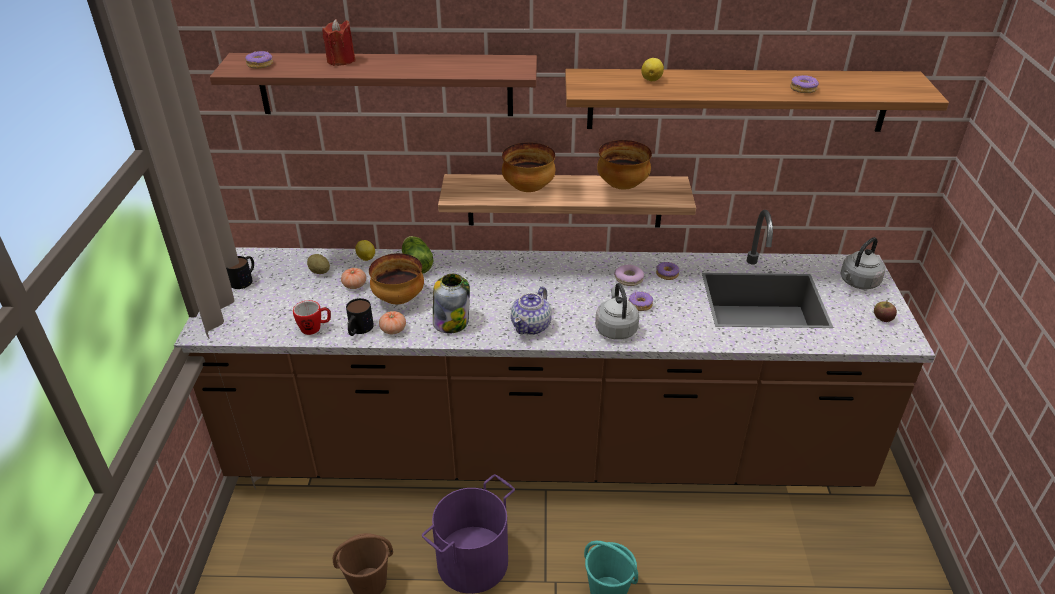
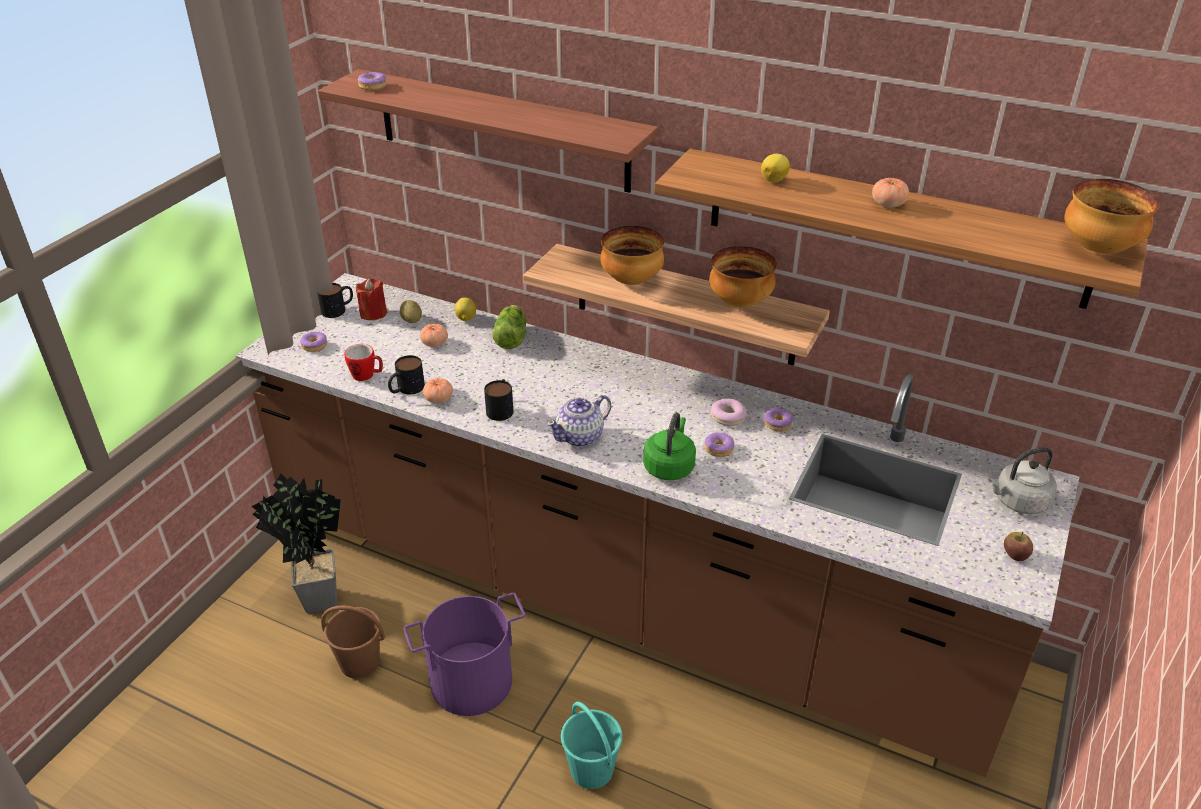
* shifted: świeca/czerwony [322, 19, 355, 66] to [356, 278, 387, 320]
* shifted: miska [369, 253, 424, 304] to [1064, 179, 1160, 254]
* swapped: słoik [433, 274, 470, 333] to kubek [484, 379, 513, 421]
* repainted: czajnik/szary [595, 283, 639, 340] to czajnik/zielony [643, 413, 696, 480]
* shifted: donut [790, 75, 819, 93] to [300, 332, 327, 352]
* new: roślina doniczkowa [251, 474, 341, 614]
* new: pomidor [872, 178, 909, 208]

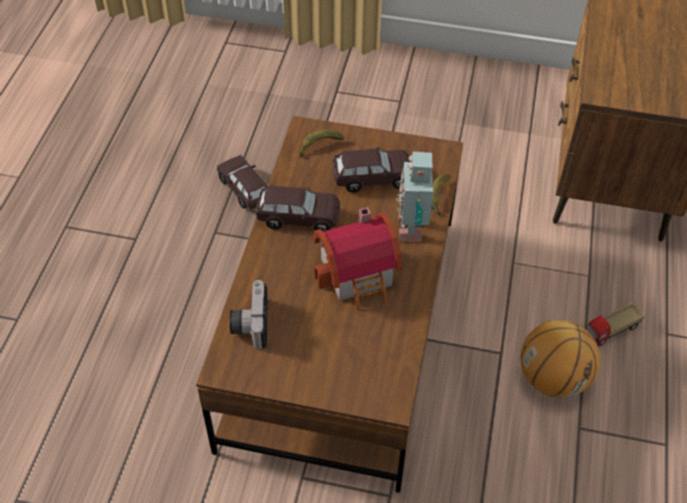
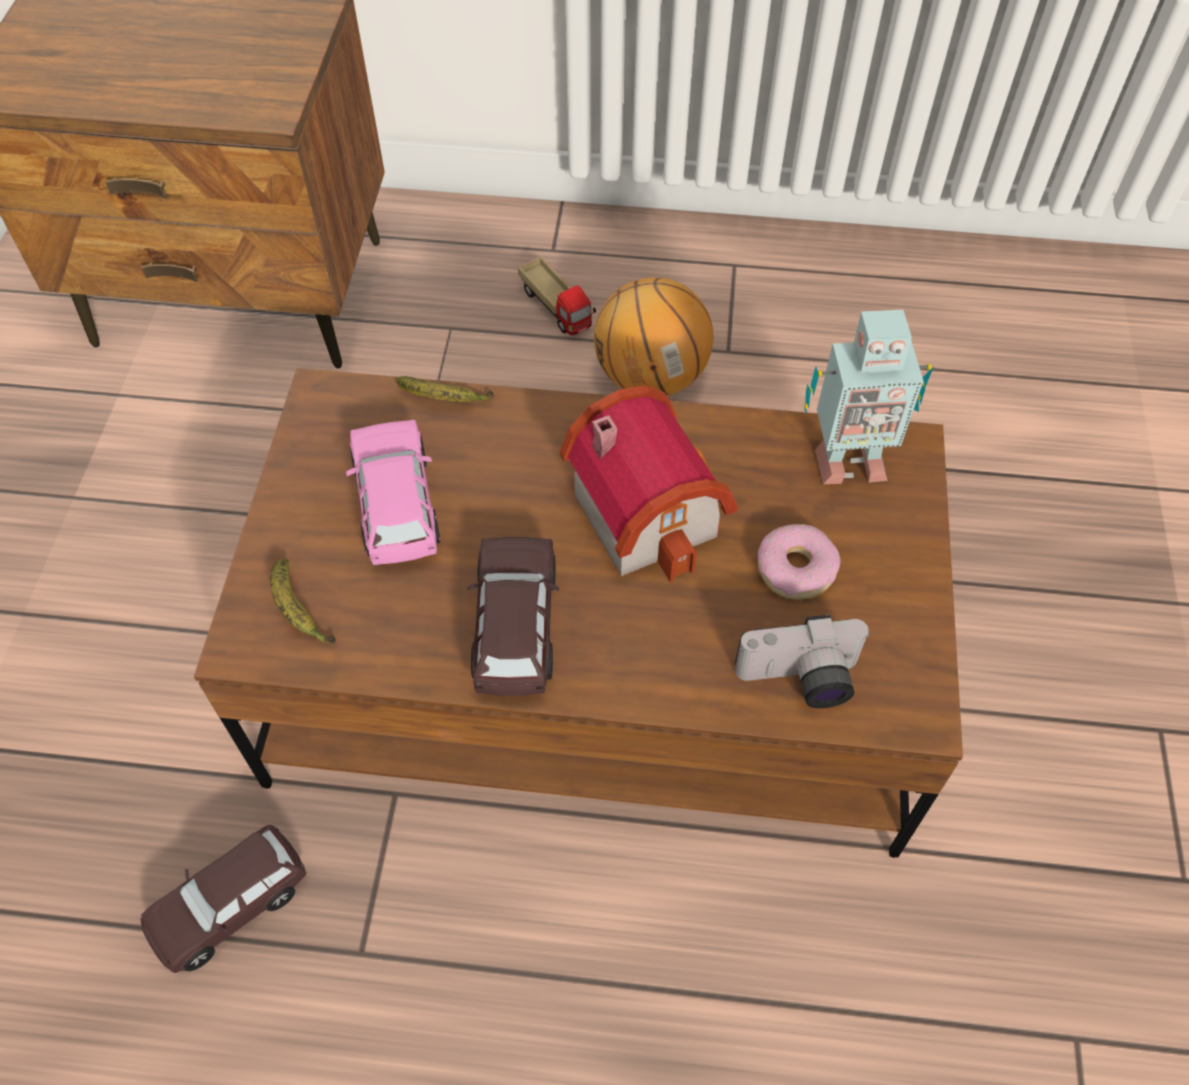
* repainted: samochodzik/brązowy [333, 147, 410, 193] to samochodzik/różowy [346, 420, 441, 565]
* shifted: robot zabawkowy [397, 151, 436, 242] to [804, 310, 933, 484]
* new: donut [757, 524, 841, 600]

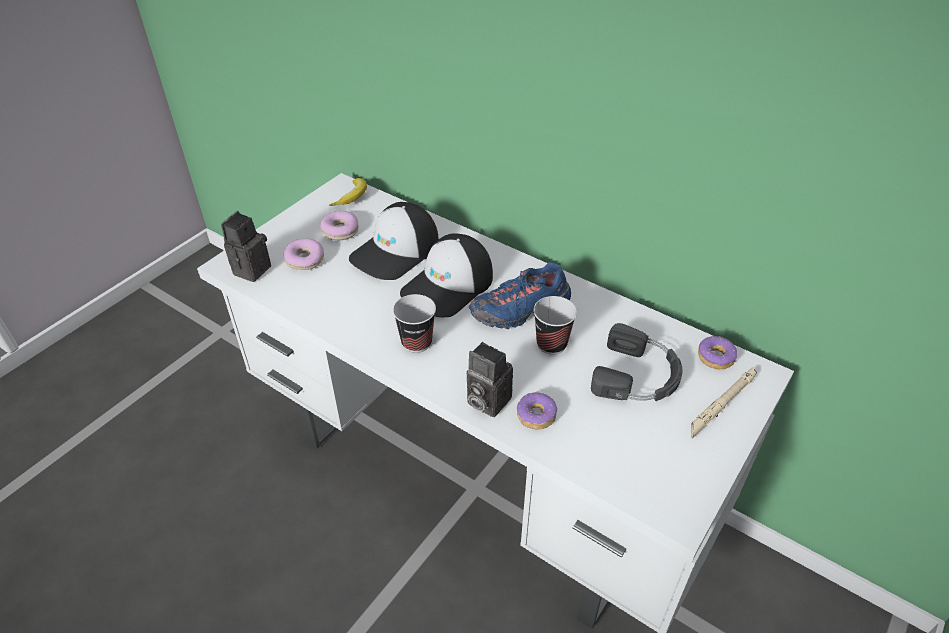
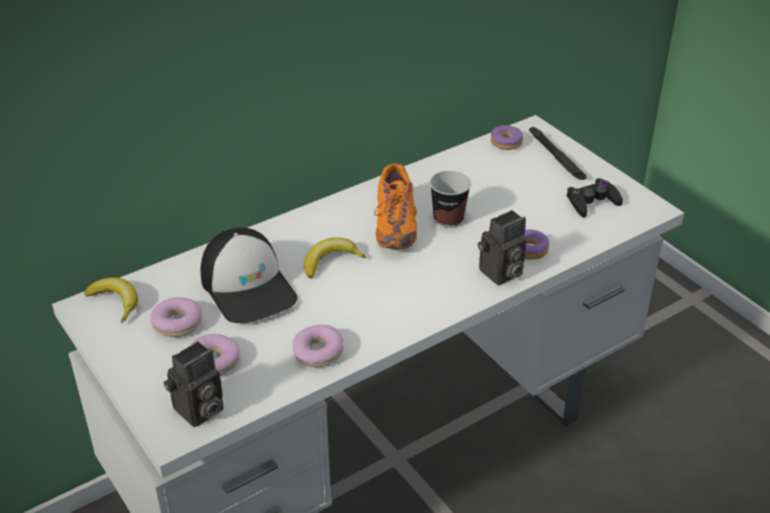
* rotated: aparat fotograficzny [221, 211, 271, 282] = [163, 341, 223, 427] 90 degrees counterclockwise
* gone: filiżanka [393, 294, 436, 353]
* swapped: czapka z daszkiem [400, 234, 493, 317] to banan [304, 237, 366, 278]
* repainted: but/niebieski [469, 262, 571, 329] to but/pomarańczowy [374, 163, 417, 250]
* gone: słuchawki/czarny [591, 323, 683, 401]
* repainted: latarka/beżowy [691, 368, 757, 438] to latarka/czarny [529, 127, 587, 180]
* new: donut [292, 325, 344, 367]
* new: pad do gier/czarny [567, 178, 623, 217]

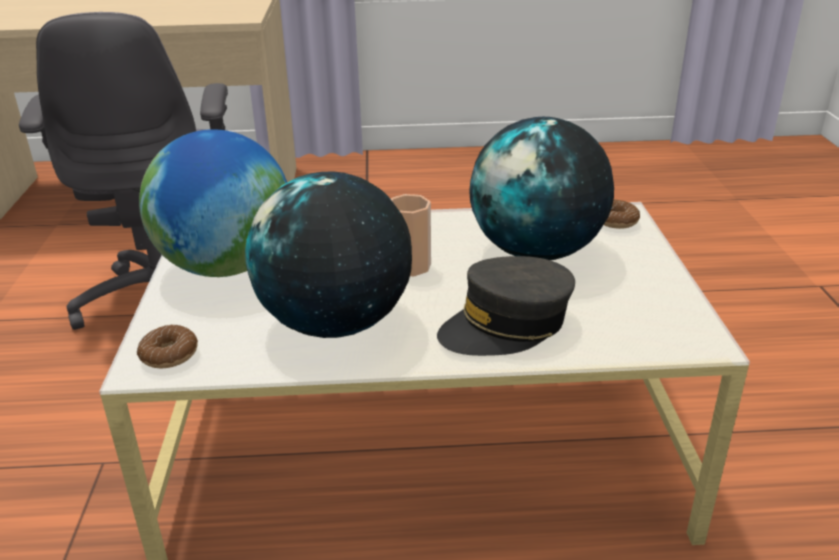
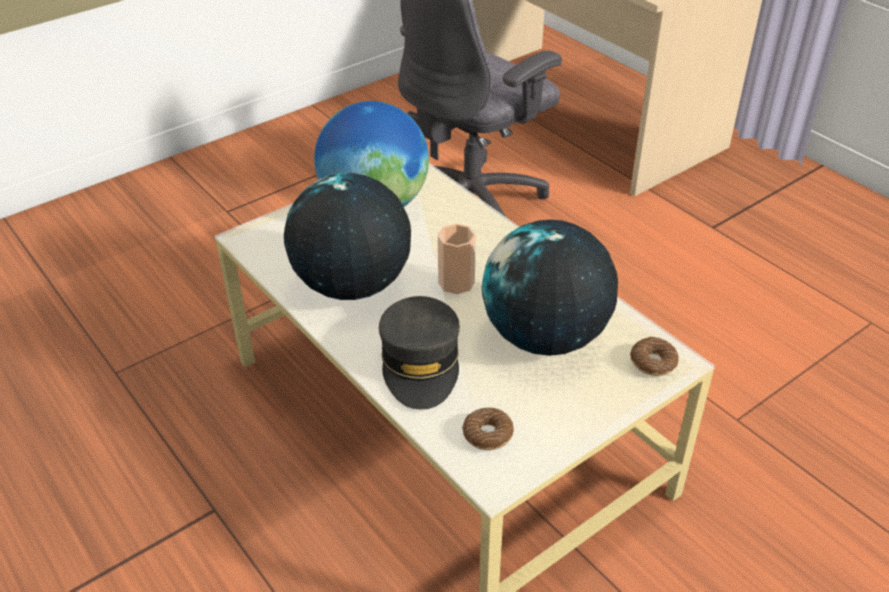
* shifted: donut [137, 325, 198, 368] to [462, 407, 514, 450]
* rotated: czapka z daszkiem/szary [437, 256, 575, 356] = [379, 296, 460, 409] 120 degrees counterclockwise

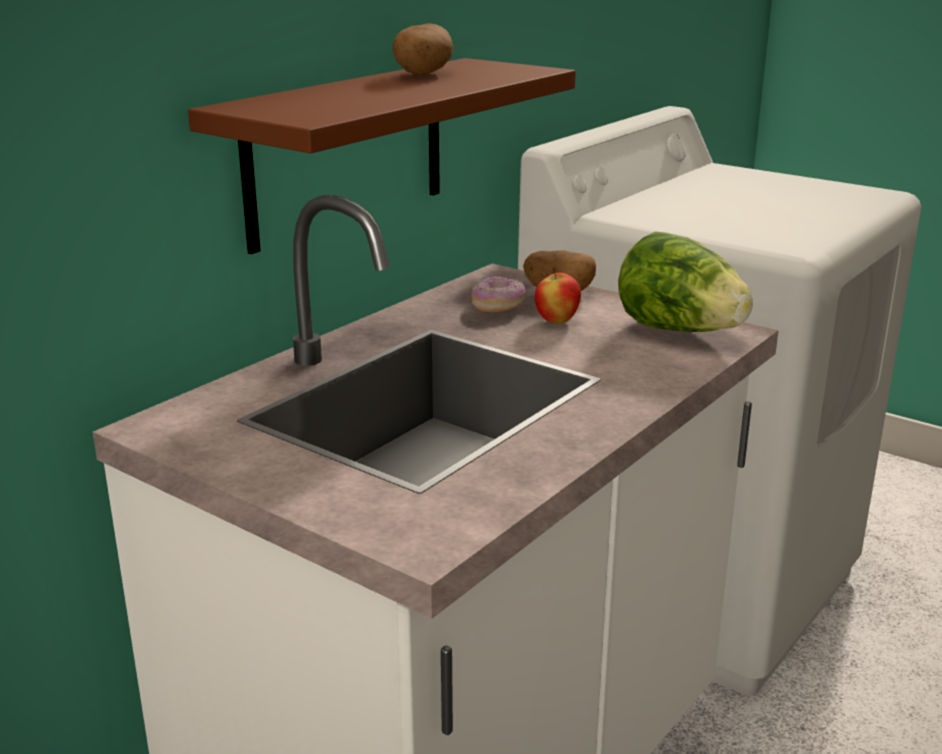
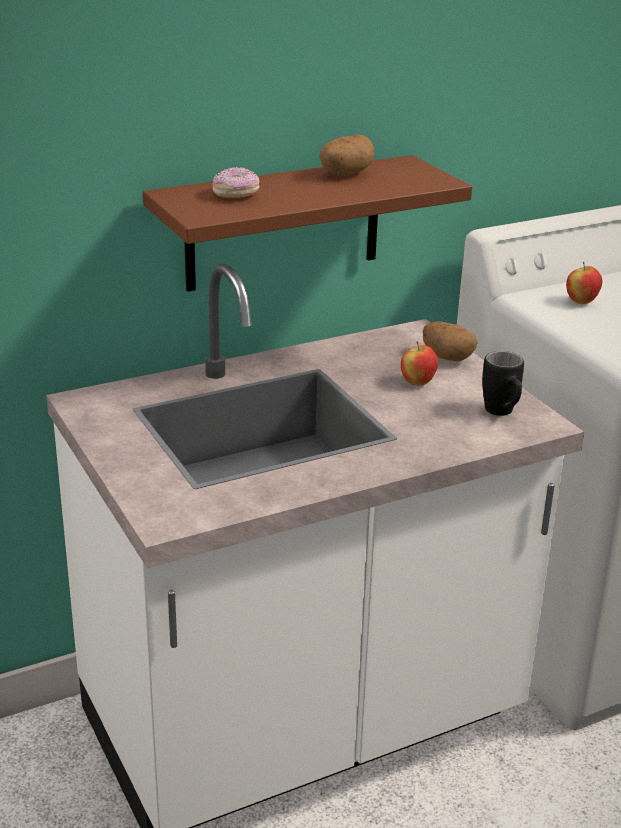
* shifted: donut [472, 276, 525, 312] to [213, 167, 259, 198]
* swapped: sałata [618, 231, 753, 332] to kubek/czarny [482, 351, 524, 416]
* new: jabłko [566, 262, 602, 304]

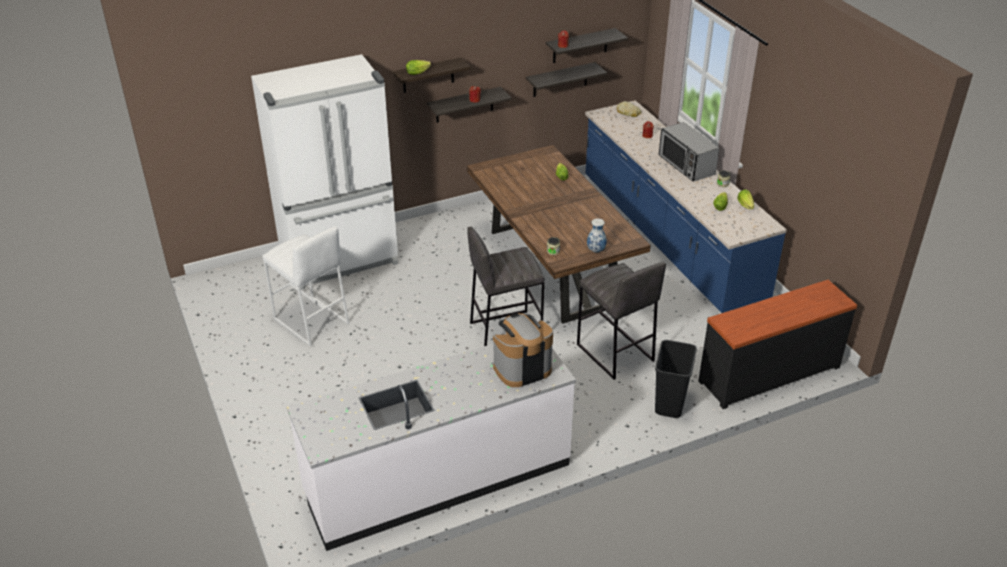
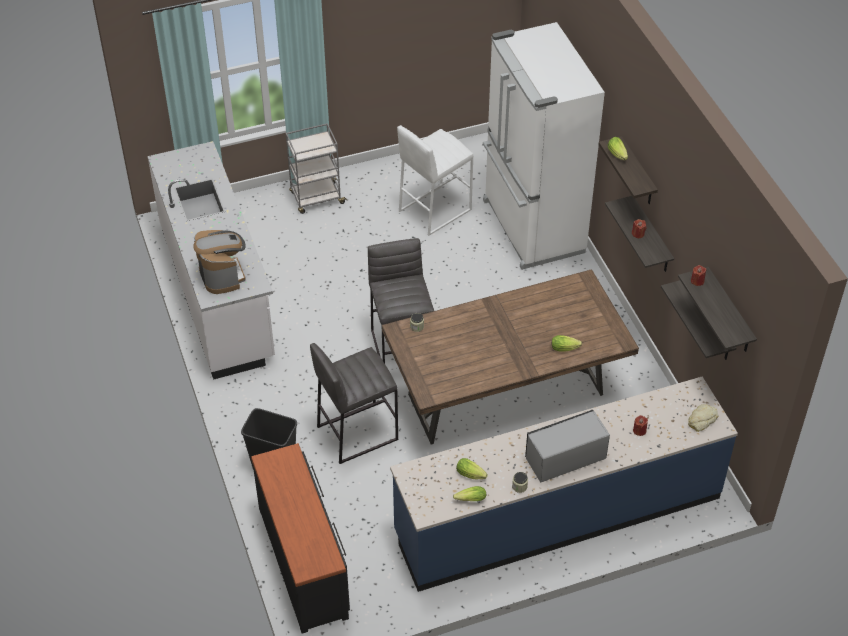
* gone: wazon [587, 218, 607, 253]
* new: wózek/szary [286, 123, 347, 214]

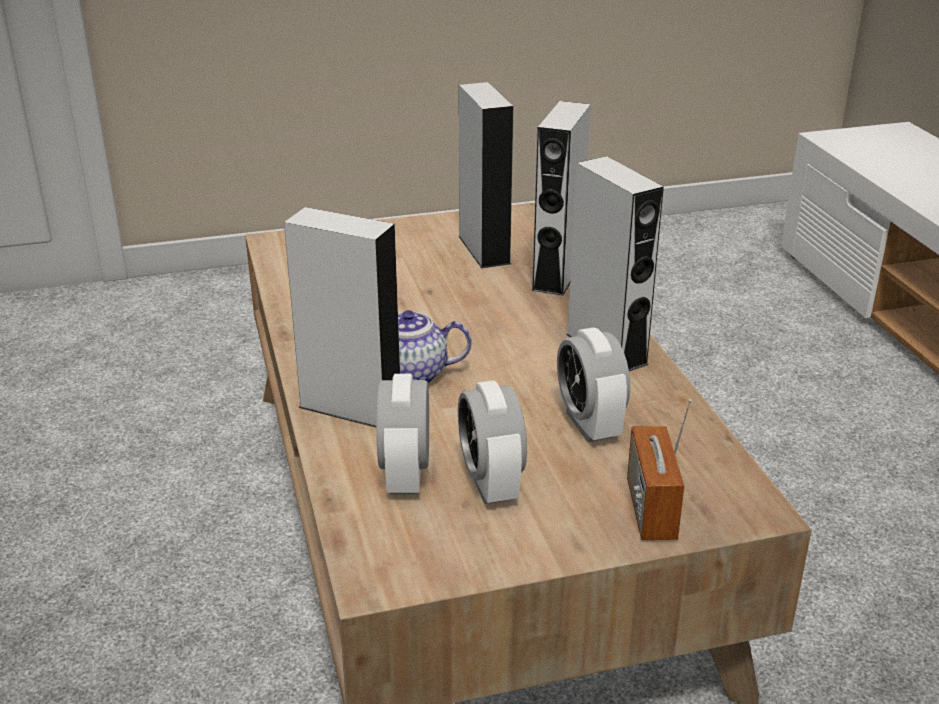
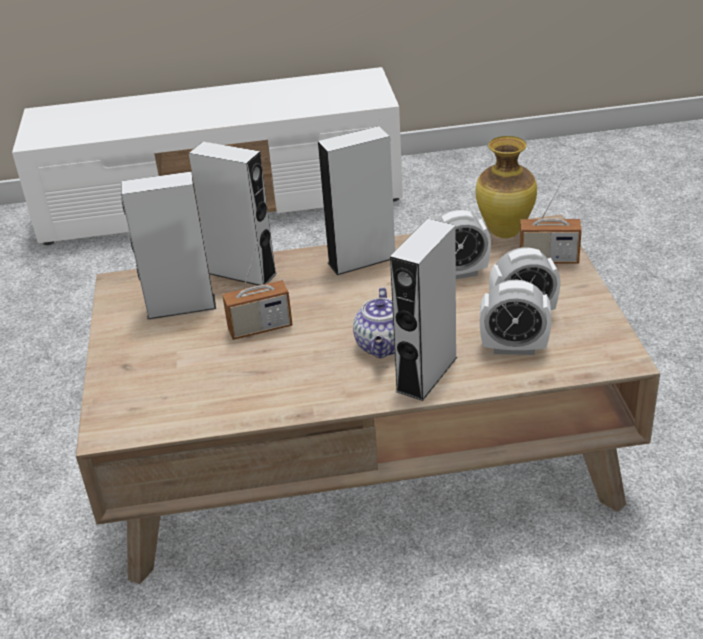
* new: radio [222, 242, 293, 340]
* new: wazon [475, 136, 537, 238]

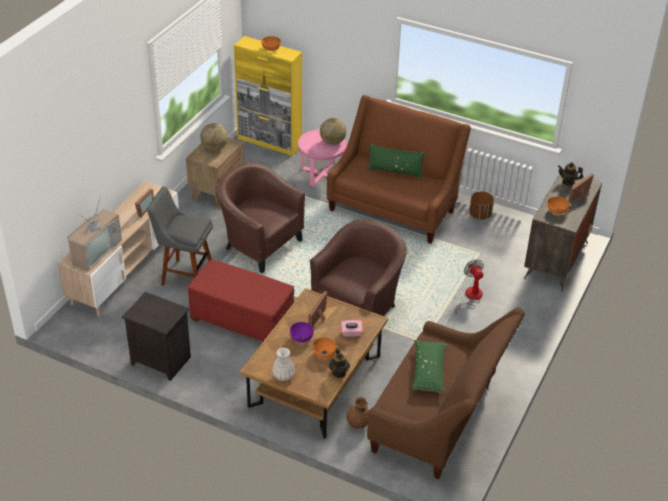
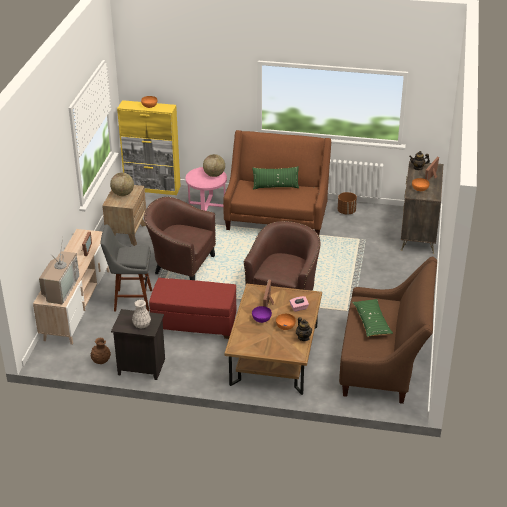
* shifted: wazon/biały [272, 348, 295, 381] to [132, 300, 151, 328]
* shifted: wazon/brązowy [346, 397, 370, 429] to [90, 338, 111, 364]
* gone: wentylator [455, 259, 484, 314]

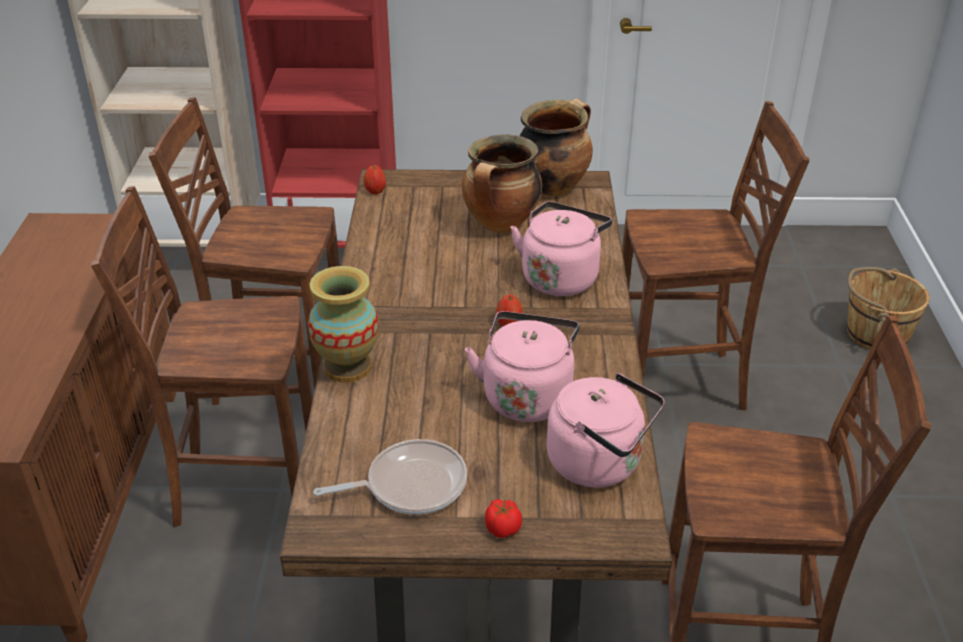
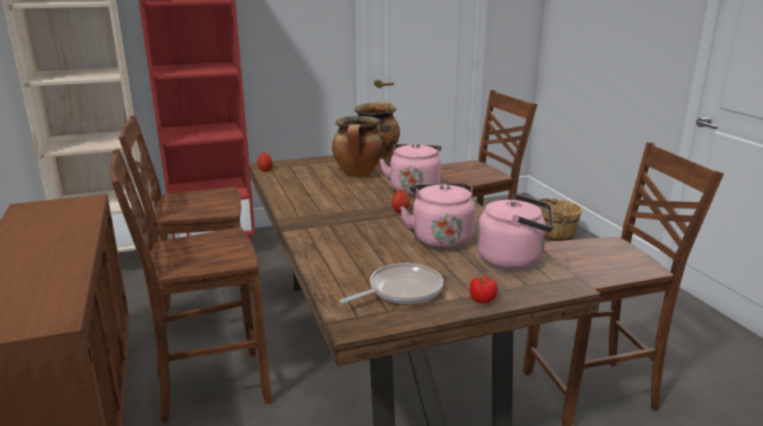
* gone: wazon [308, 266, 379, 383]

